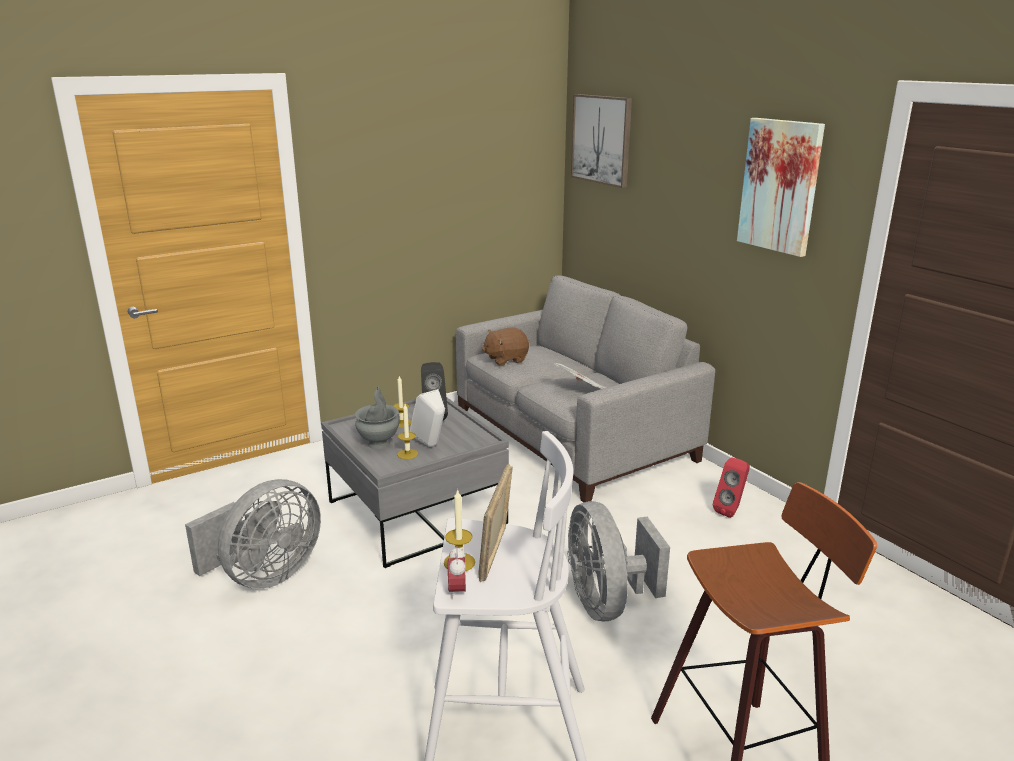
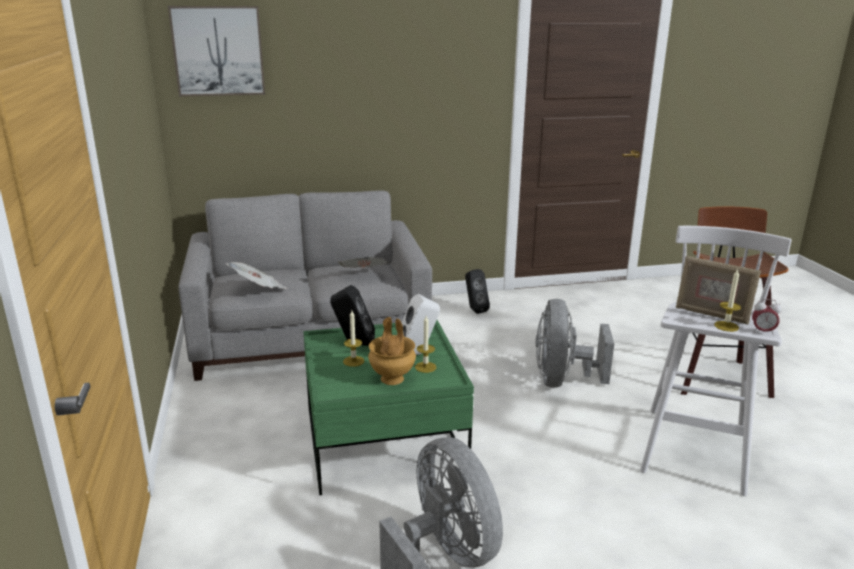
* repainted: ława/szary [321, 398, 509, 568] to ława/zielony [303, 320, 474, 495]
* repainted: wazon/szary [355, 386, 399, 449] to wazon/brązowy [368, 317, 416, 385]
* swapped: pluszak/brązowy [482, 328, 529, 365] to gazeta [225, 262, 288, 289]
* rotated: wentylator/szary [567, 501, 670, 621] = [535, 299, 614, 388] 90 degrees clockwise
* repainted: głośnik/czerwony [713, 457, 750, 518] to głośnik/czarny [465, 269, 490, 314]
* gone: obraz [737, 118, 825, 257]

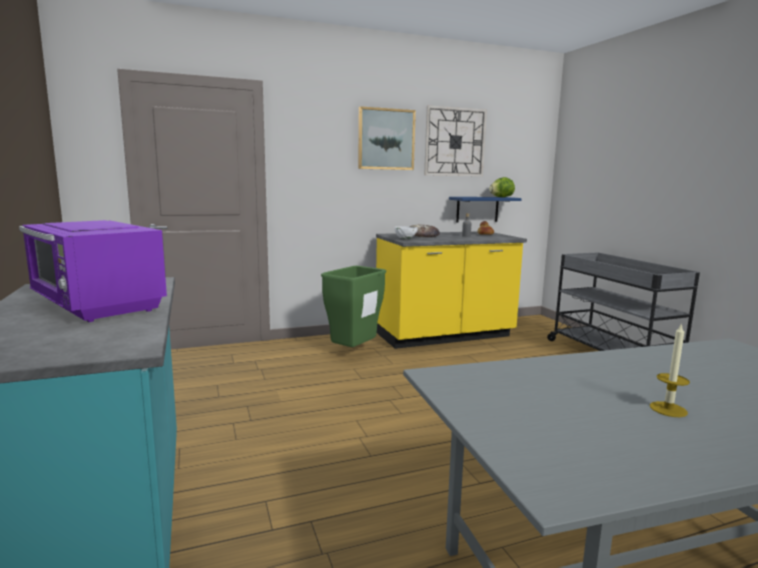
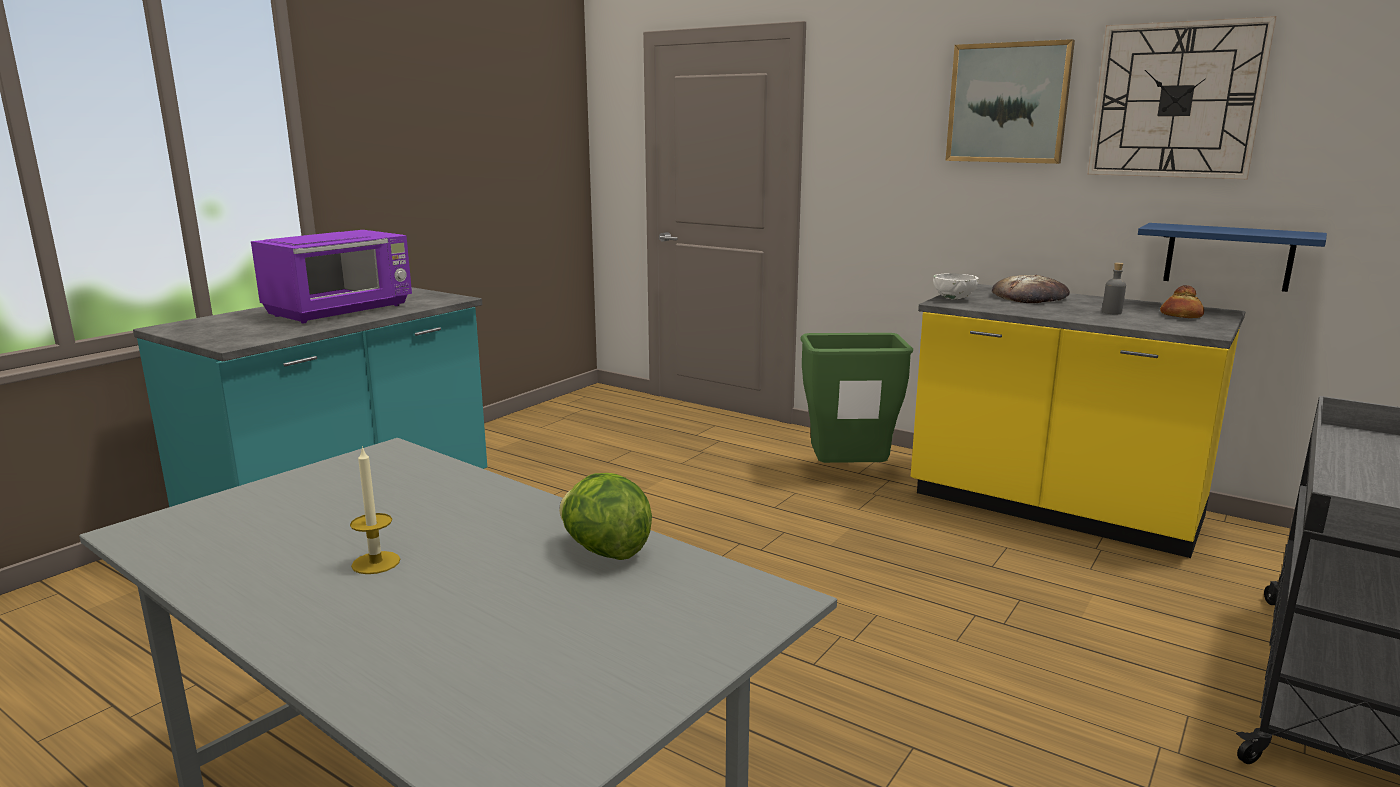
* rotated: mikrofalówka/fioletowy [19, 220, 167, 322] = [251, 230, 412, 323] 150 degrees counterclockwise
* shifted: sałata [489, 177, 515, 197] to [559, 473, 652, 560]

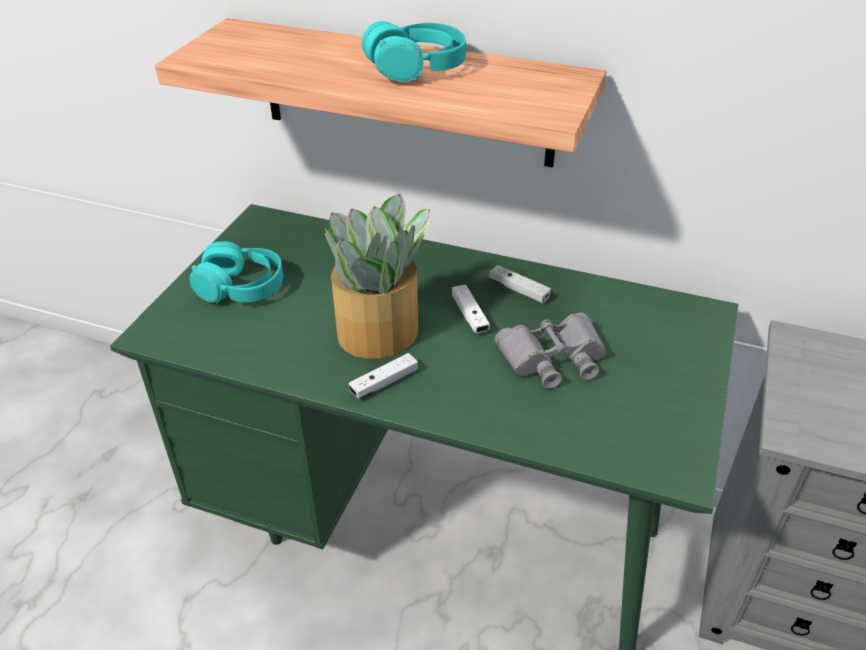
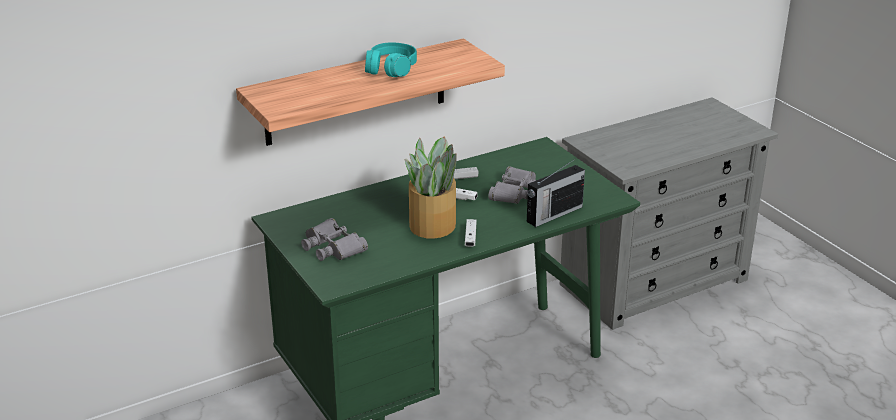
* swapped: słuchawki/turkusowy [189, 241, 283, 303] to lornetka/szary [301, 218, 368, 261]
* new: radio [527, 159, 585, 227]

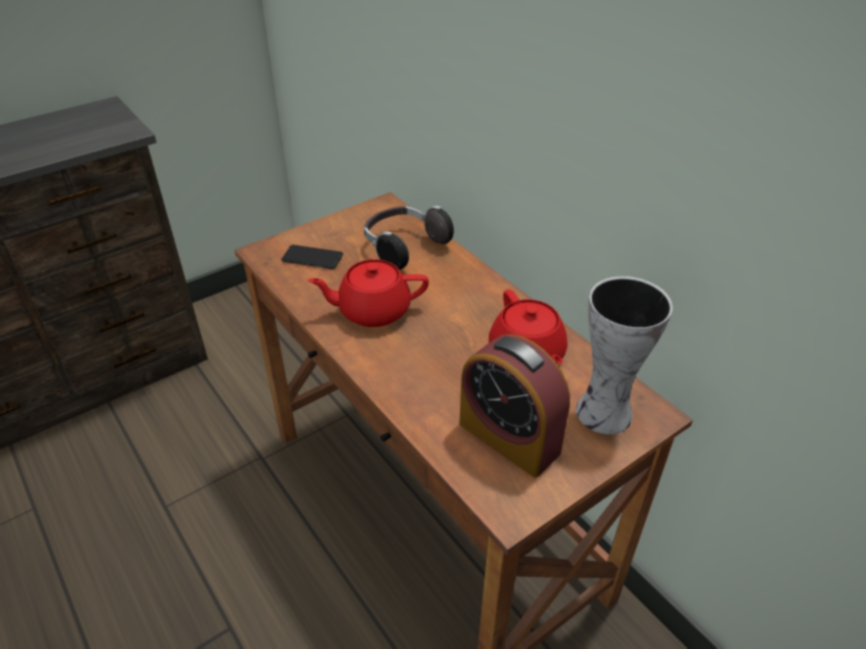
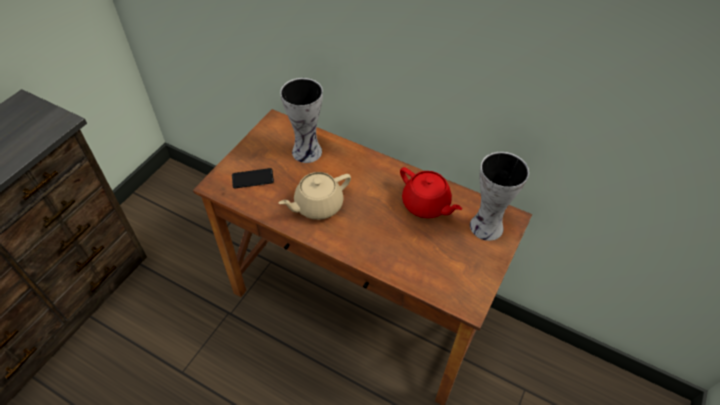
* repainted: imbryk/czerwony [308, 259, 429, 327] to imbryk/beżowy [279, 172, 351, 220]
* swapped: słuchawki [364, 206, 454, 270] to wazon [280, 78, 323, 163]
* gone: budzik [459, 334, 570, 477]

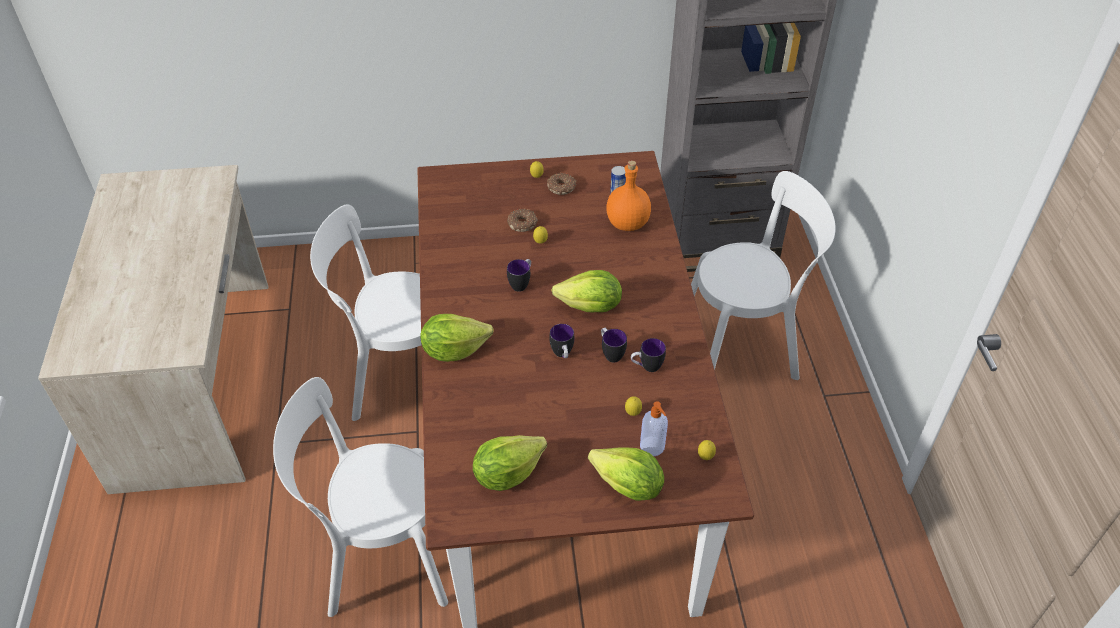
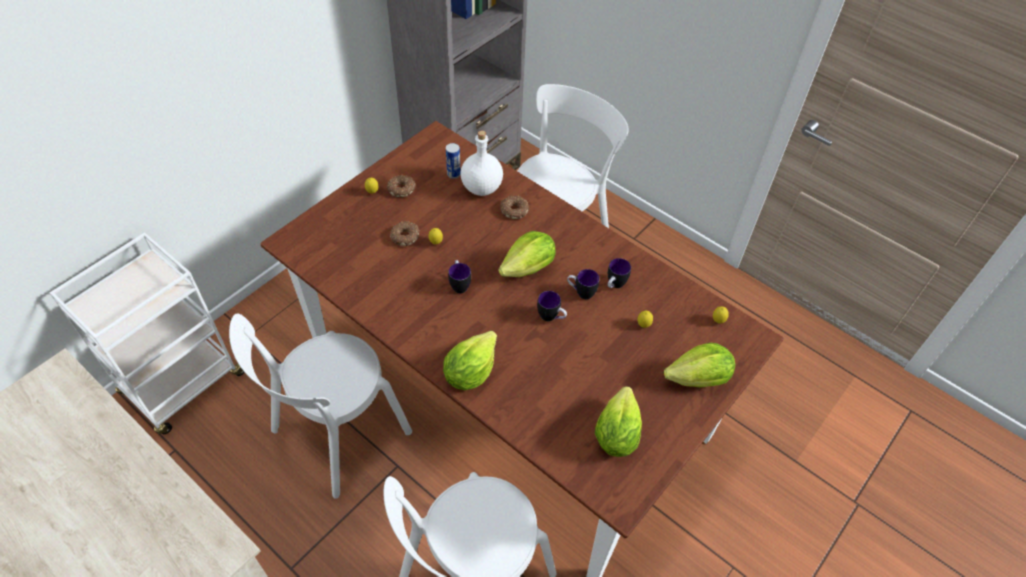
* repainted: butelka/pomarańczowy [606, 160, 651, 231] to butelka/biały [460, 130, 503, 196]
* gone: dozownik mydła [640, 401, 668, 456]
* new: wózek/biały [50, 232, 245, 434]
* new: donut [500, 195, 529, 219]

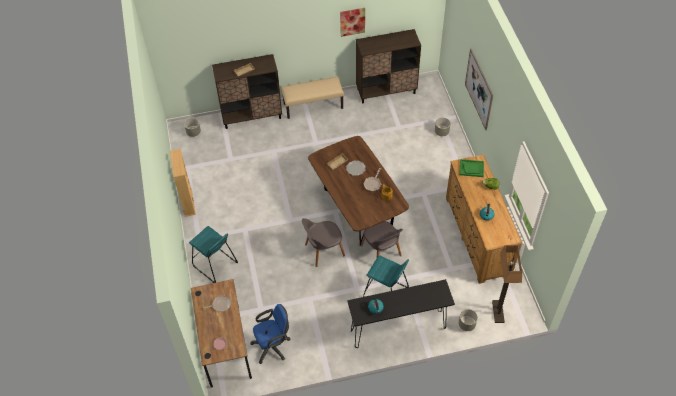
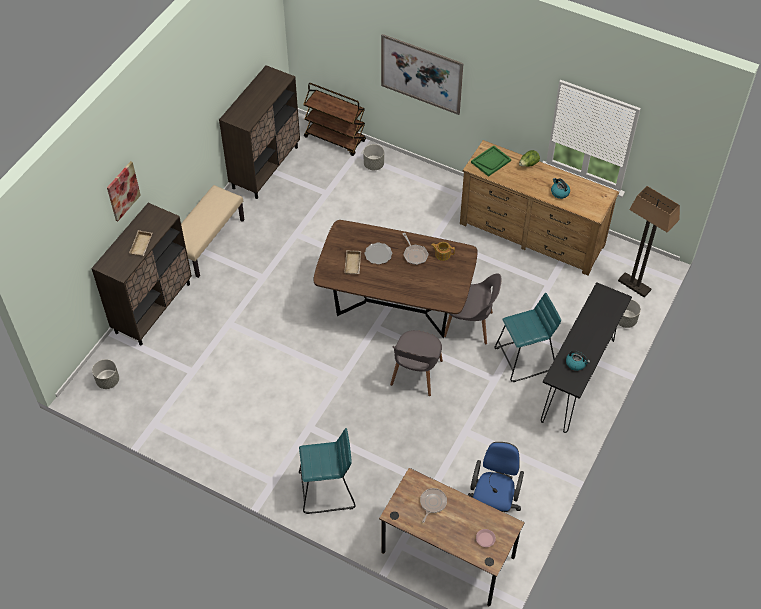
* gone: regał/beżowy [170, 149, 196, 217]
* shifted: obraz [340, 8, 365, 37] to [107, 161, 141, 221]
* new: wózek/brązowy [303, 83, 366, 156]

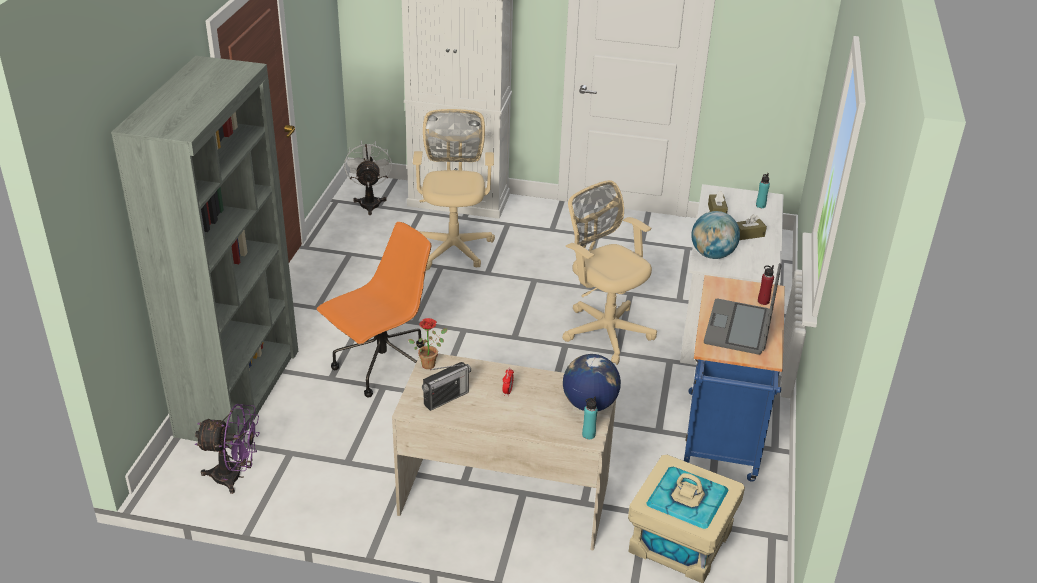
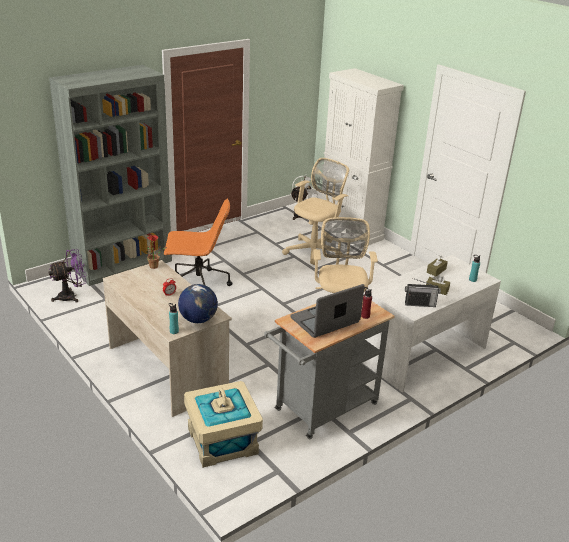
* rotated: wentylator/fioletowy [195, 404, 260, 494] = [49, 249, 87, 303] 75 degrees counterclockwise
* shifted: radio [422, 362, 471, 411] to [405, 278, 441, 307]
* repainted: wózek/niebieski [684, 275, 785, 482] to wózek/szary [264, 301, 394, 439]
* gone: globus [691, 211, 740, 259]

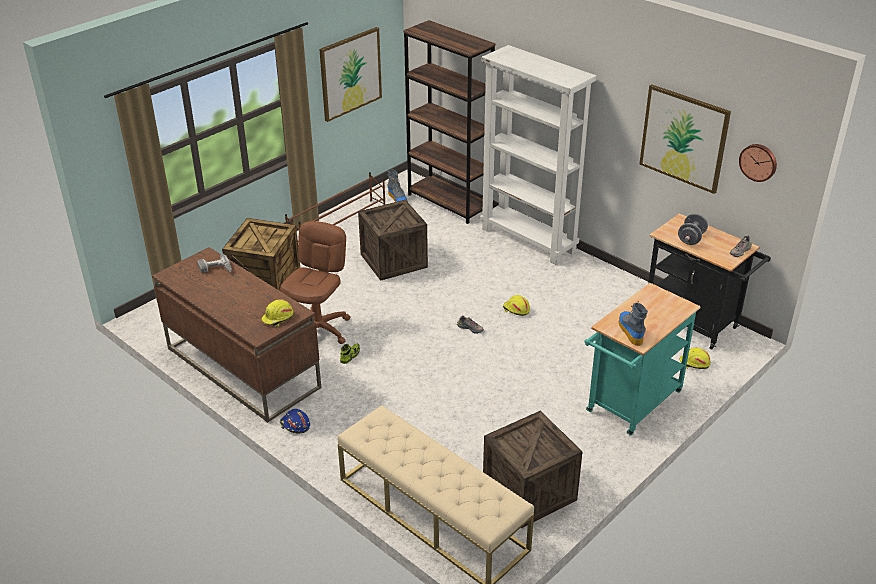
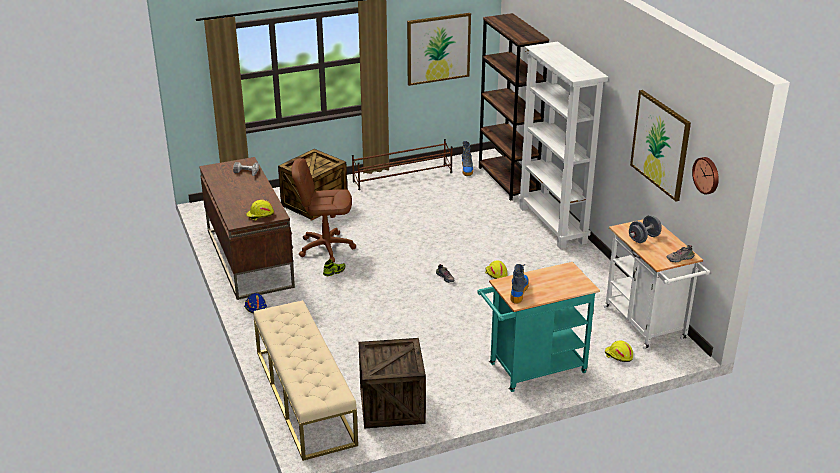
* rotated: krzesło biurowe/brązowy [280, 221, 350, 344] = [291, 158, 356, 262] 135 degrees counterclockwise
* gone: skrzynka [358, 200, 428, 281]
* repainted: wózek/czarny [648, 213, 771, 350] to wózek/biały [604, 219, 710, 350]

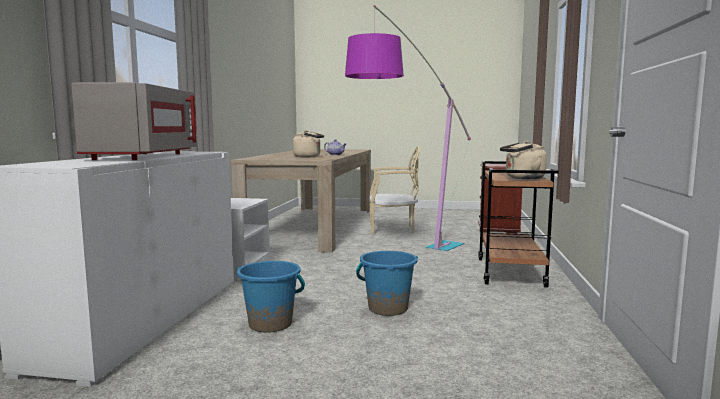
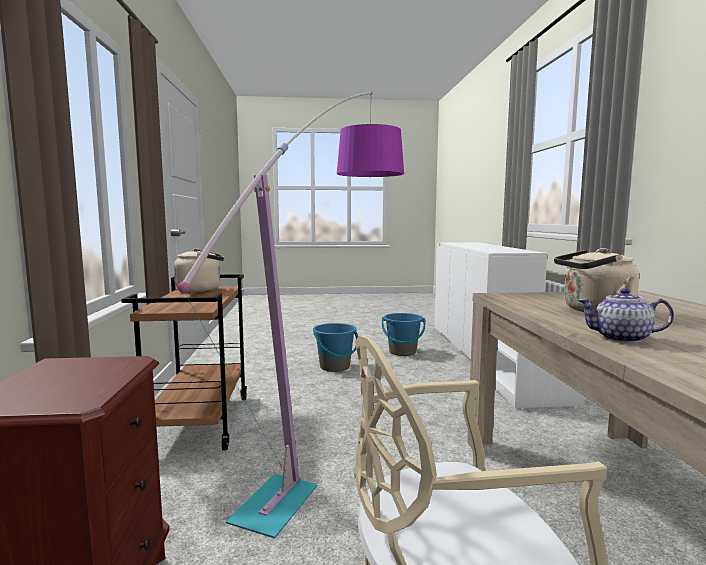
* gone: mikrofalówka/szary [71, 82, 197, 160]

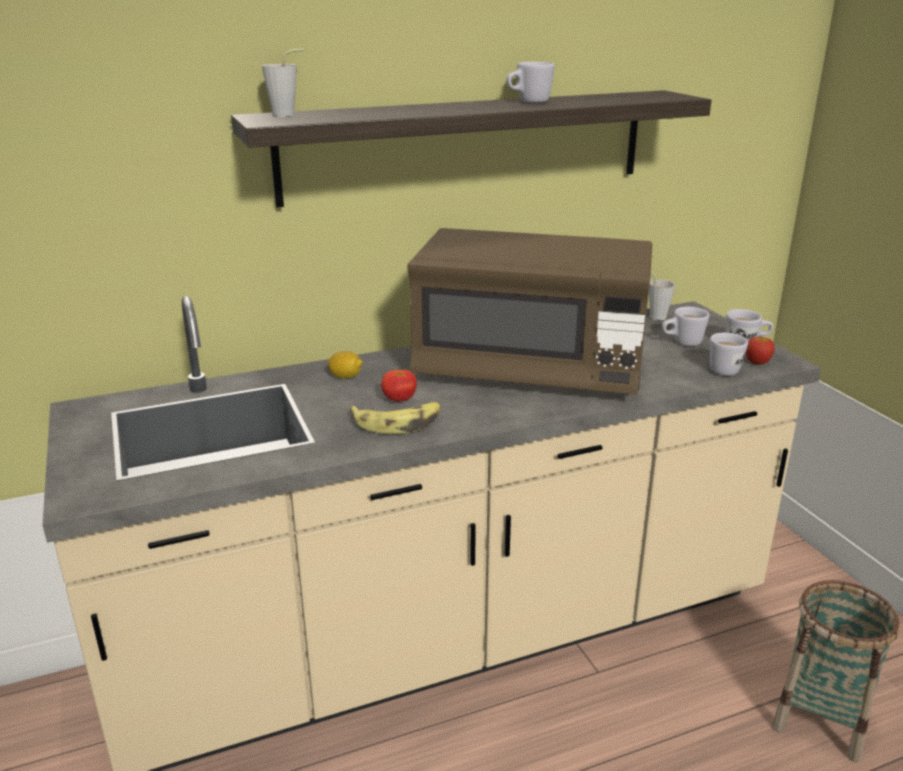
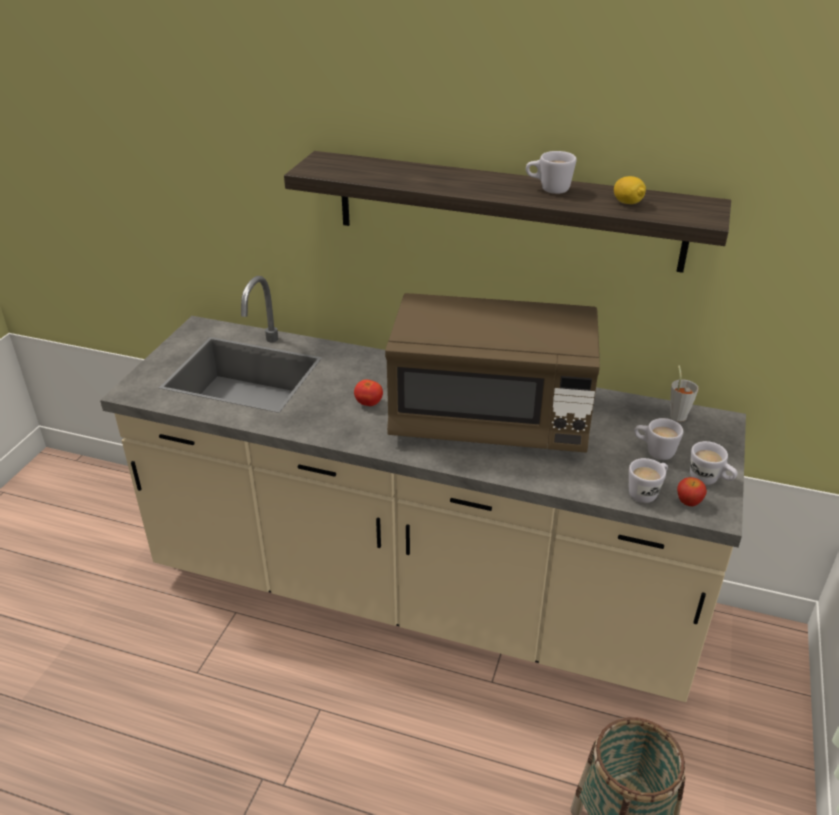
* gone: filiżanka/szary [262, 48, 304, 117]
* shifted: cytryna [328, 351, 363, 379] to [614, 176, 646, 204]
* gone: banan [350, 402, 440, 434]
* rotated: mikrofalówka/brązowy [407, 228, 652, 395] = [385, 293, 600, 453] 45 degrees counterclockwise

